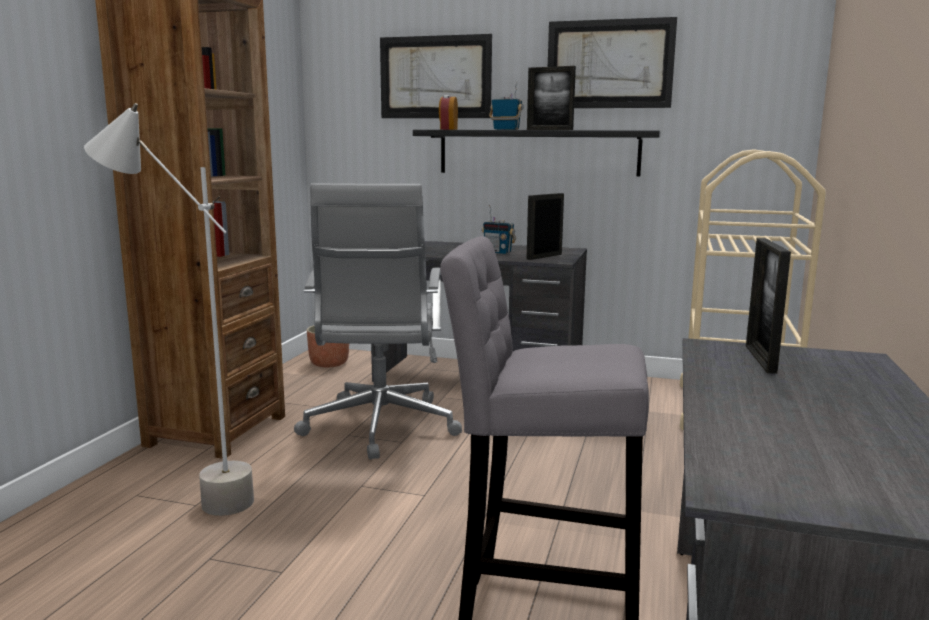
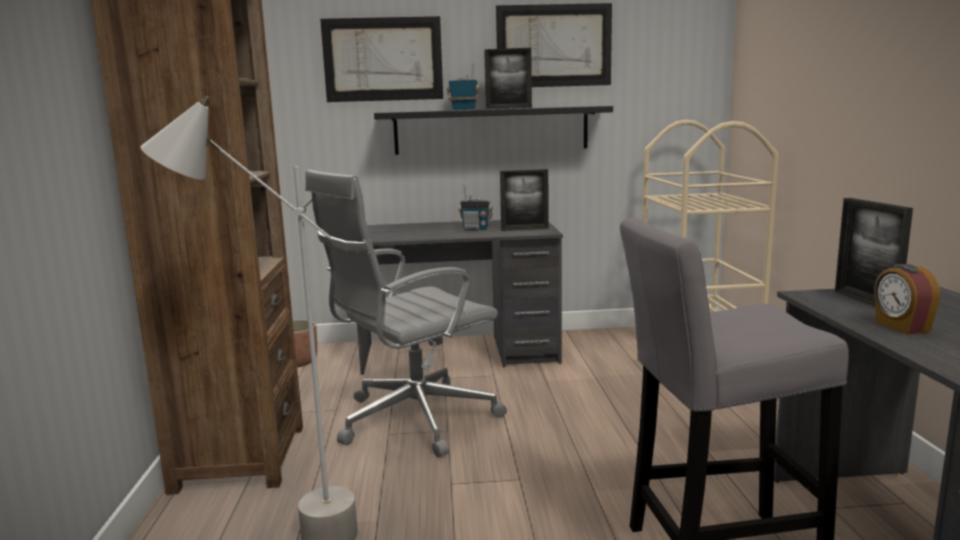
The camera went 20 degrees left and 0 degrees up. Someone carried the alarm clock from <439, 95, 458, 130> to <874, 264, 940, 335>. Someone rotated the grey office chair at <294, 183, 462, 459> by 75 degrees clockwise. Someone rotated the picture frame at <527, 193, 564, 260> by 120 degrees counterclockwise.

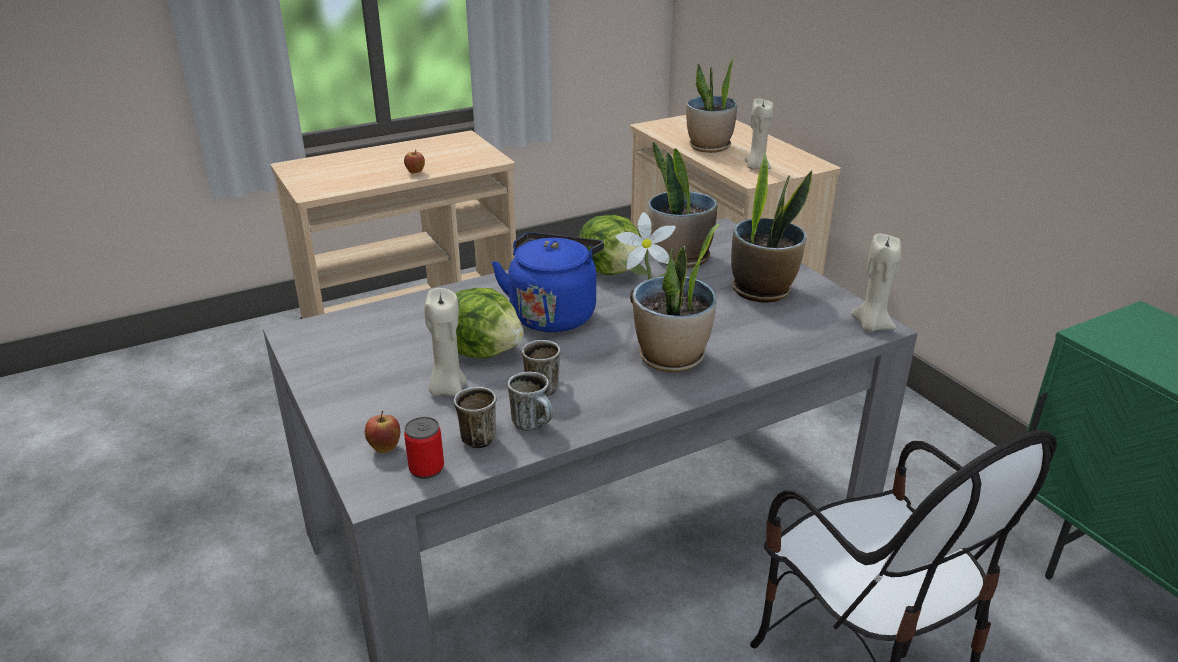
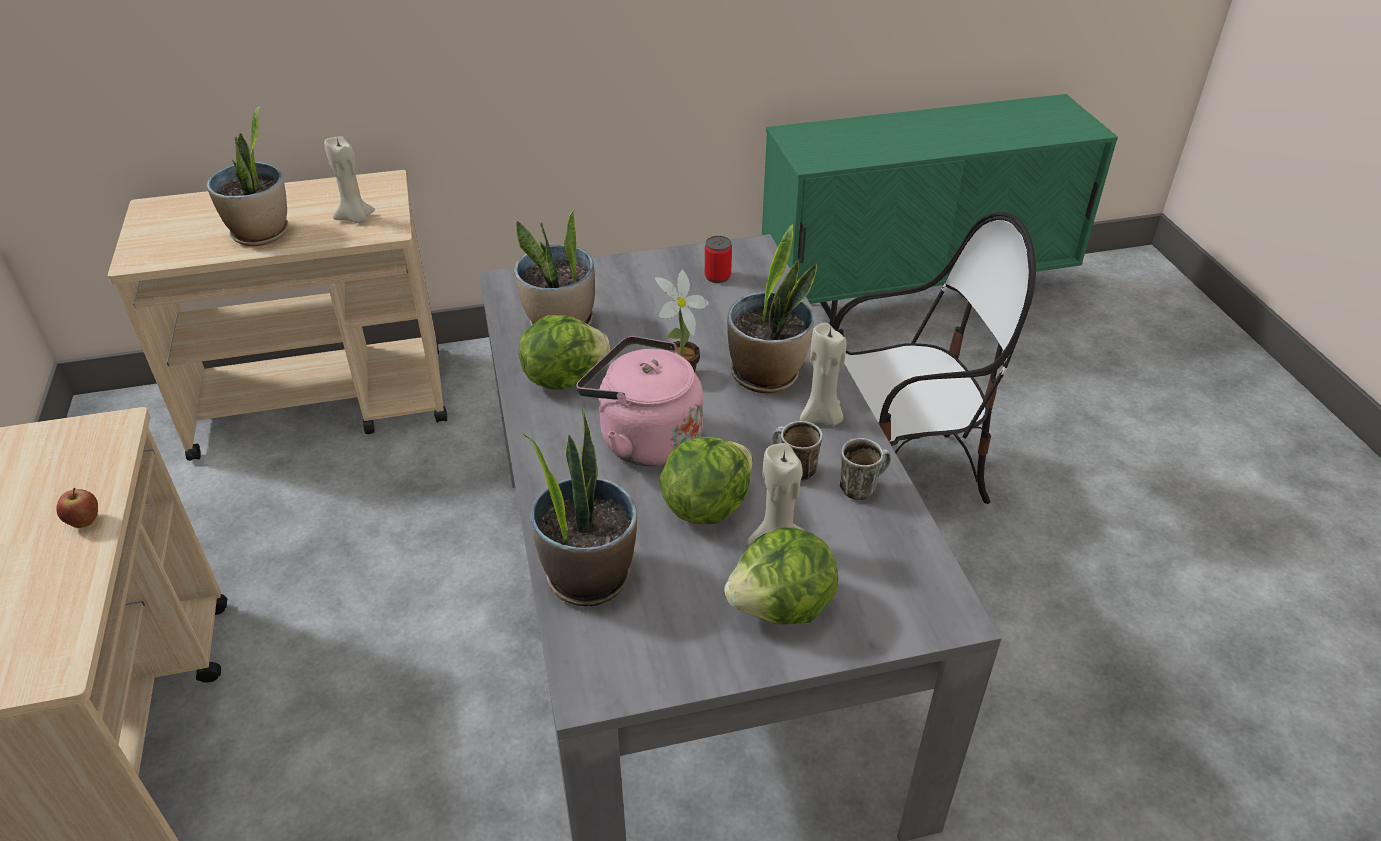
The camera went 75 degrees left and 10 degrees up. Someone took away the apple at <365, 411, 400, 453>. Someone took away the mug at <454, 387, 497, 449>. Someone put down the lettuce at <724, 527, 838, 625>. Someone carried the can from <404, 417, 444, 479> to <705, 236, 732, 283>. Someone carried the potted plant from <731, 152, 813, 303> to <524, 408, 637, 606>. Someone carried the beige candle from <851, 234, 901, 332> to <800, 323, 846, 426>. Someone repainted the blue kettle at <492, 232, 604, 332>, which became the pink kettle at <576, 336, 703, 466>.

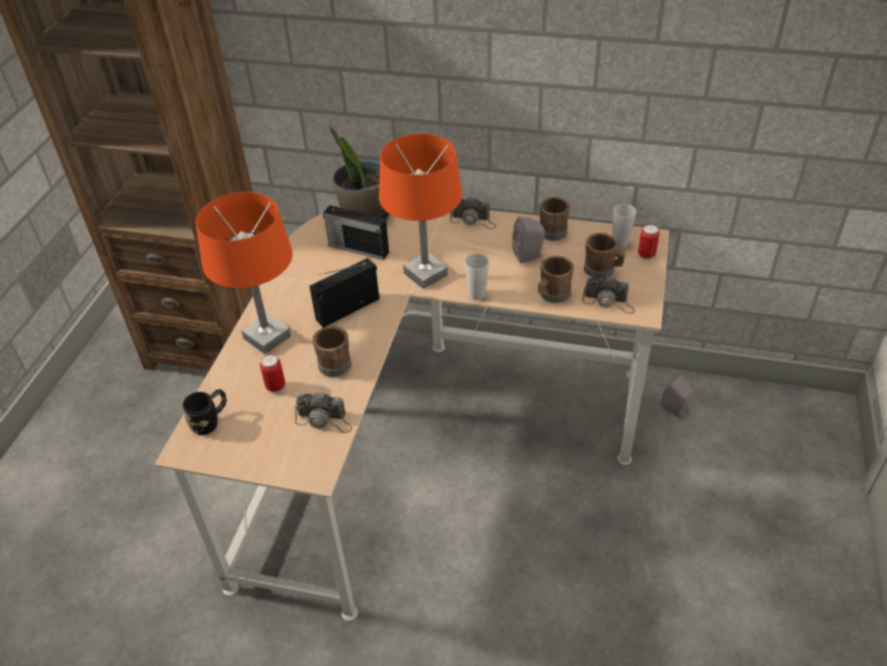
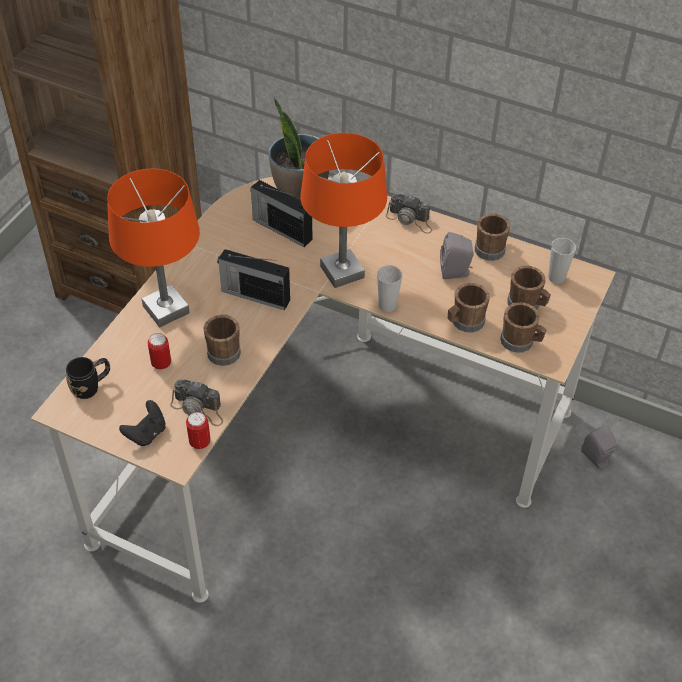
The camera went 10 degrees right and 5 degrees up. Someone put down the black game controller at <119, 400, 166, 446>. Someone carried the can from <638, 225, 660, 260> to <186, 412, 210, 450>. Someone swapped the photo camera at <582, 276, 635, 314> for the brown mug at <500, 302, 547, 353>. Someone rotated the radio at <309, 258, 379, 328> by 135 degrees counterclockwise.

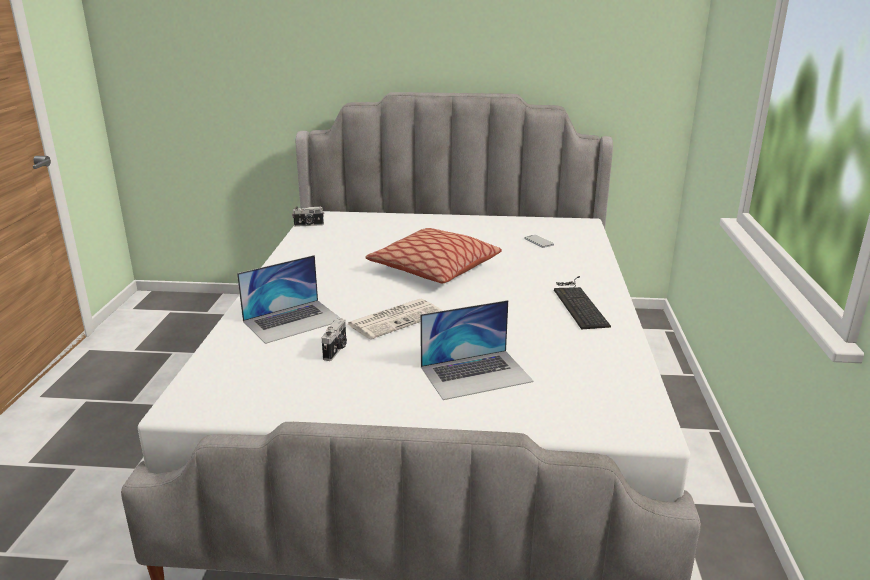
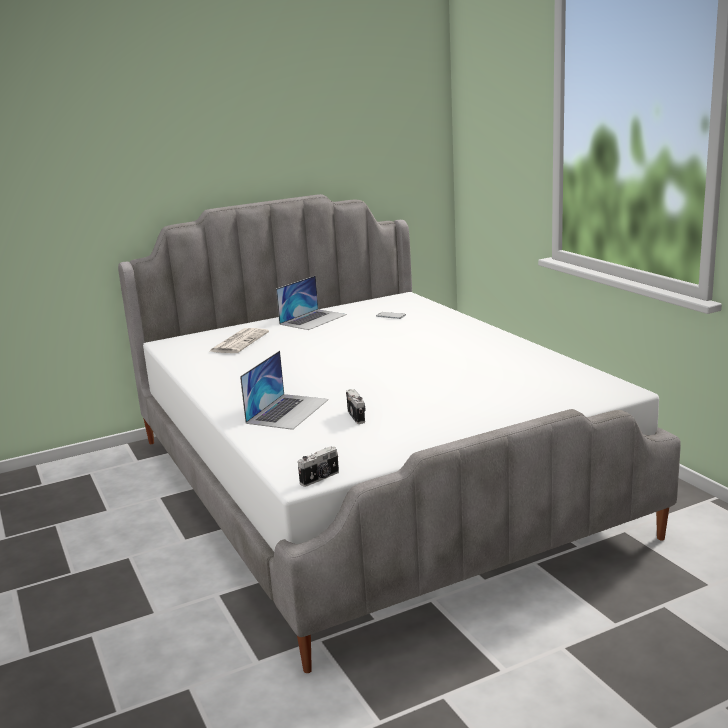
The camera went 30 degrees left and 5 degrees down. Someone took away the pillow at <365, 228, 502, 284>. Someone took away the keyboard at <554, 276, 611, 329>. Someone carried the photo camera from <292, 207, 324, 227> to <298, 446, 339, 487>. Someone carried the newspaper from <348, 299, 442, 339> to <209, 328, 269, 353>. Someone carried the laptop from <420, 300, 534, 400> to <276, 275, 347, 330>.

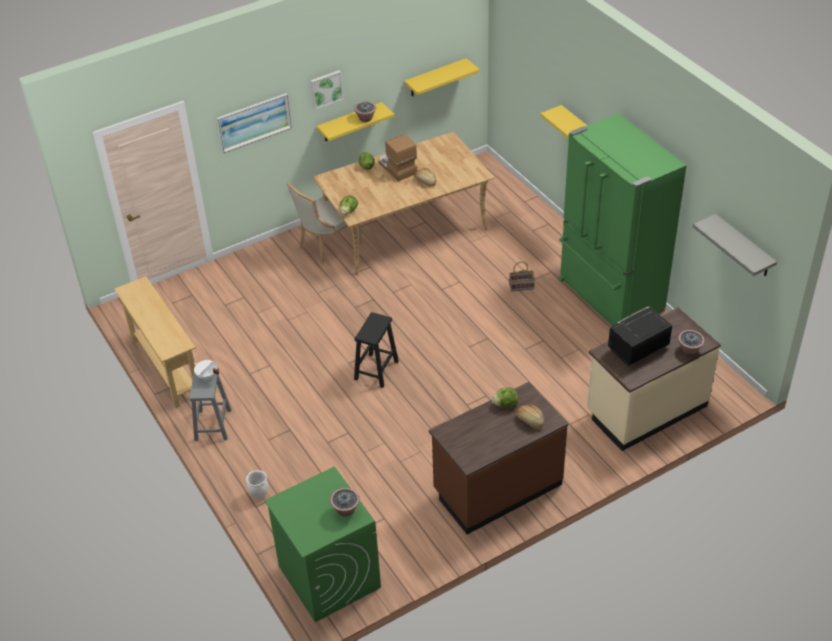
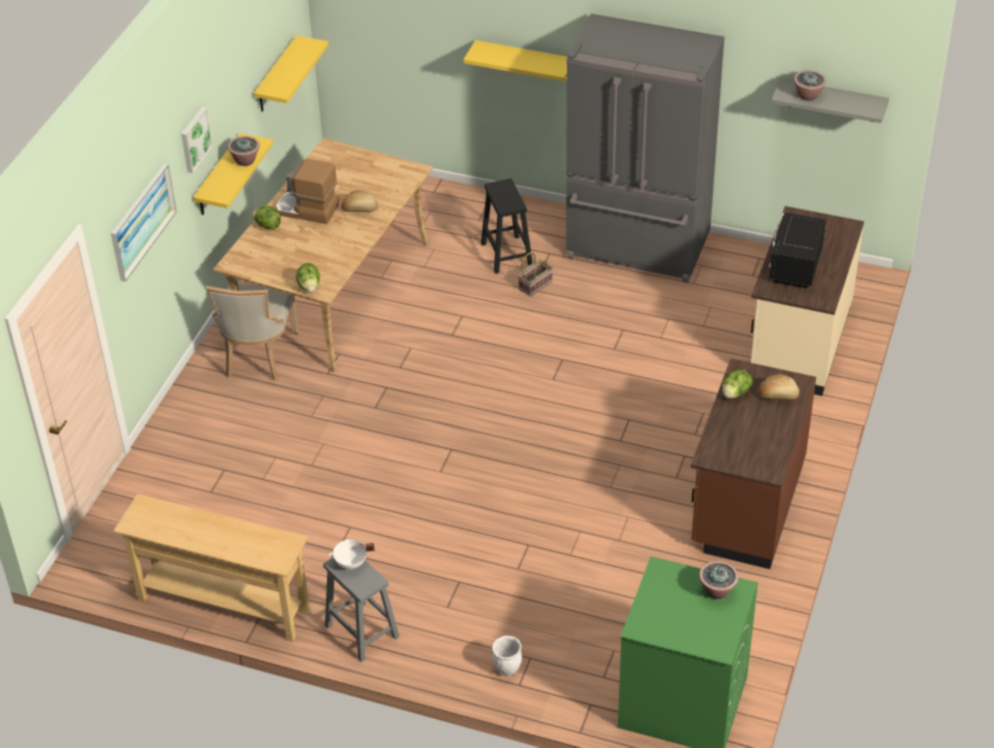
The camera went 40 degrees left and 0 degrees up. Someone carried the black stool from <354, 312, 399, 388> to <481, 179, 533, 274>. Someone carried the potted plant from <678, 330, 705, 355> to <793, 70, 826, 101>. Someone repainted the green fridge at <558, 113, 687, 326>, which became the grey fridge at <566, 14, 724, 283>.

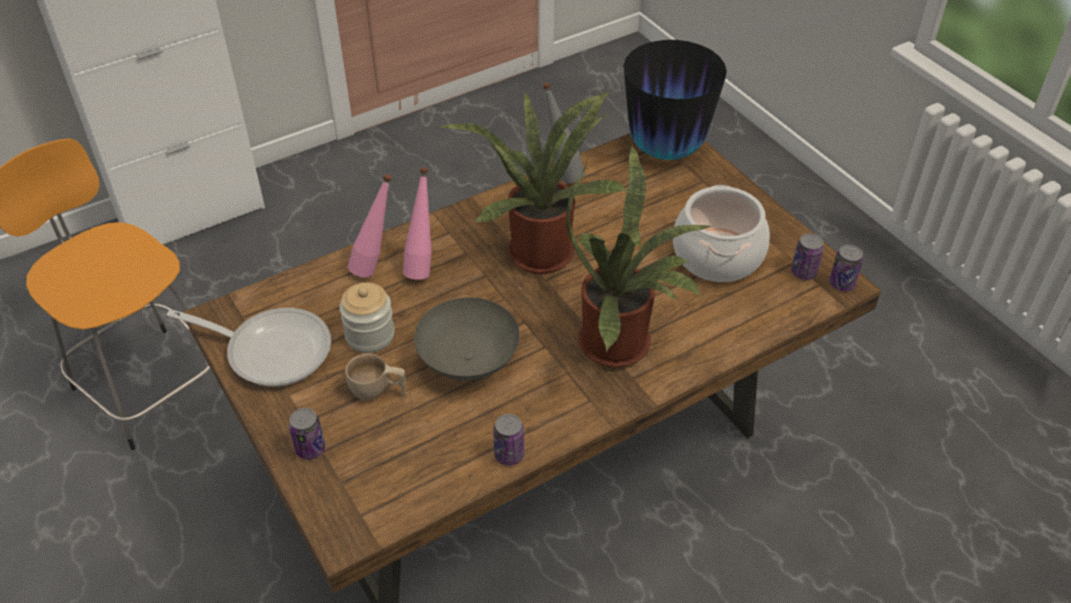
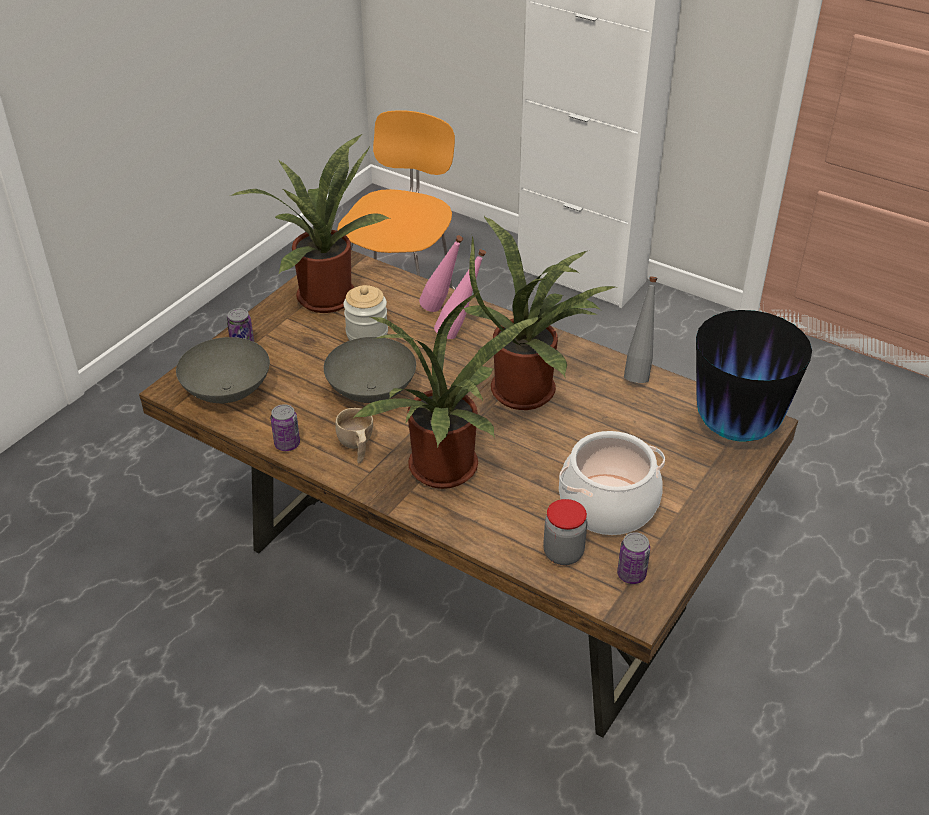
The camera went 65 degrees right and 5 degrees down. Someone took away the can at <829, 245, 863, 291>. Someone put down the grey bowl at <176, 337, 270, 403>. Someone put down the jar at <543, 499, 587, 565>. Someone carried the beige cup from <345, 354, 406, 401> to <335, 408, 373, 463>. Someone swapped the frying pan at <167, 308, 331, 387> for the potted plant at <230, 134, 390, 313>.

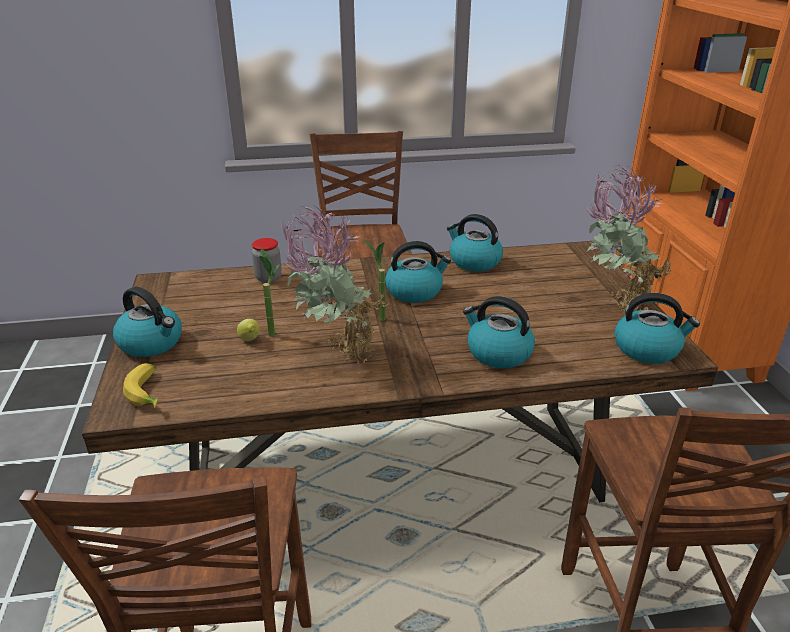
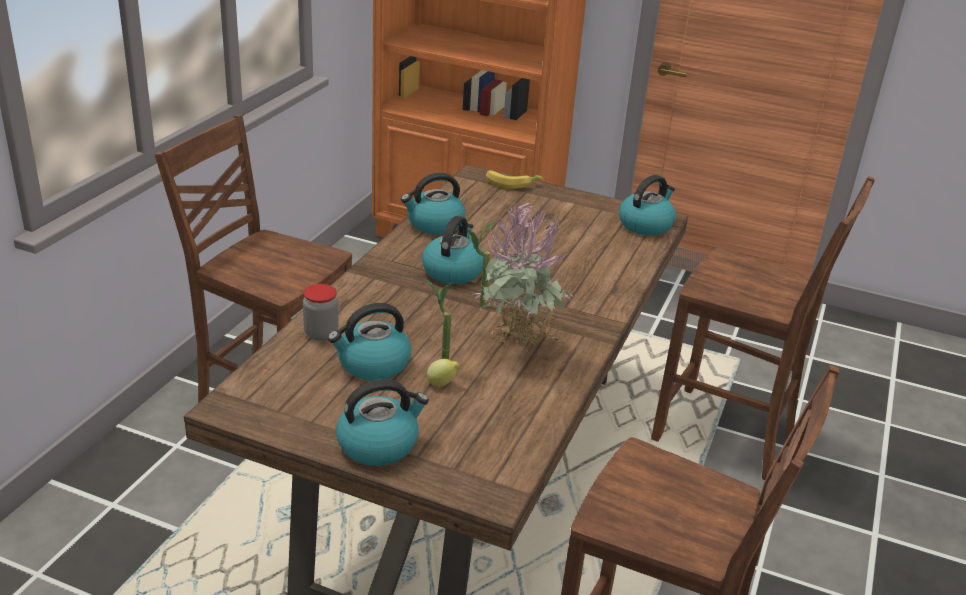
The camera went 60 degrees left and 0 degrees up. Someone took away the potted plant at <586, 165, 672, 316>. Someone carried the banana from <123, 363, 158, 408> to <486, 170, 543, 189>. Someone carried the kettle from <463, 296, 535, 368> to <328, 303, 411, 381>.

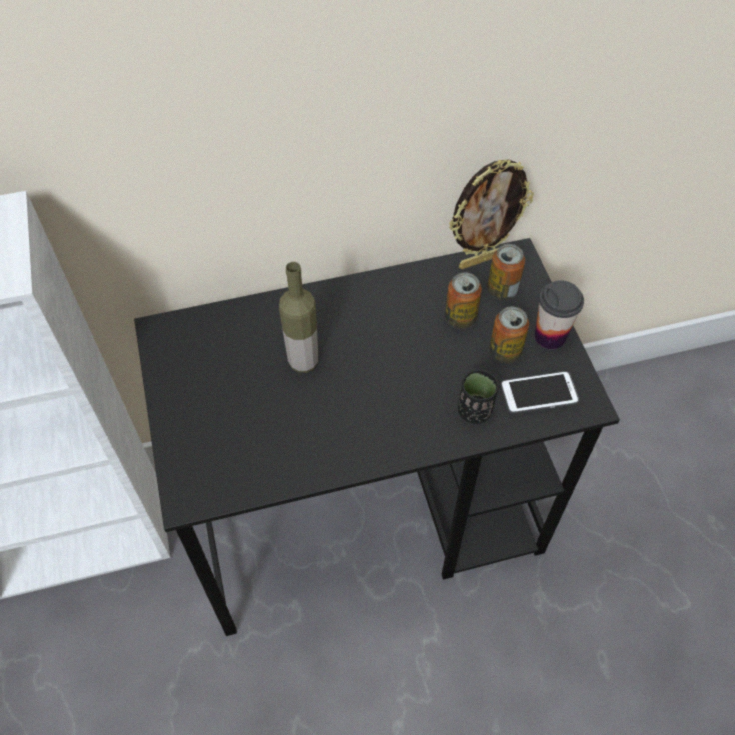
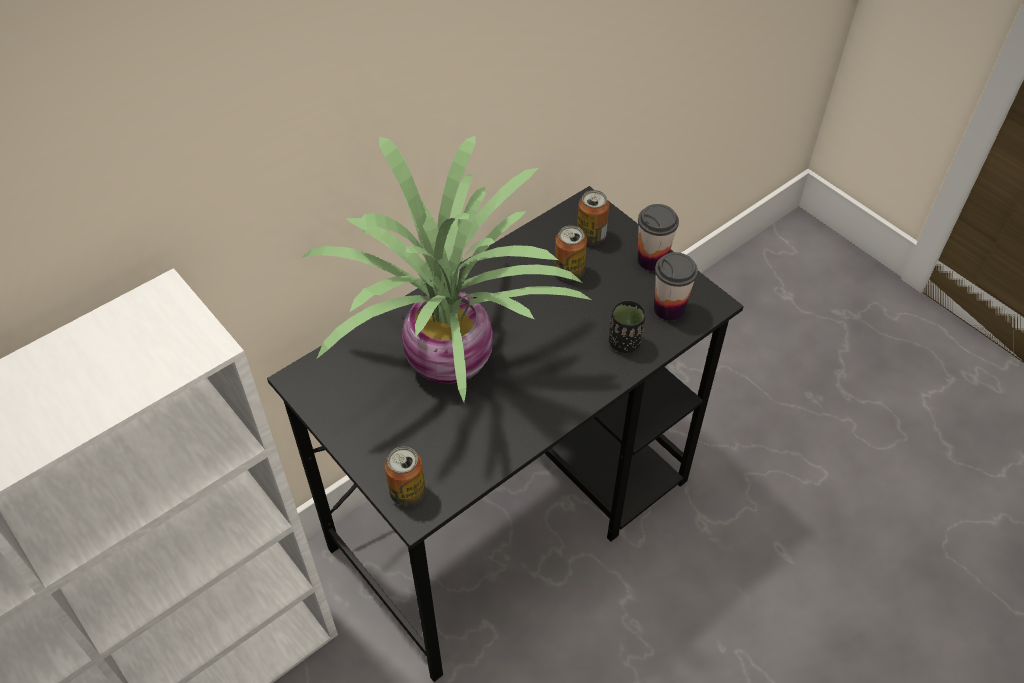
The camera went 25 degrees left and 5 degrees down. Someone took away the picture frame at <449, 159, 534, 269>. Someone carried the can from <489, 306, 529, 363> to <385, 446, 426, 506>. Someone swapped the bottle at <279, 262, 318, 373> for the potted plant at <301, 136, 591, 402>. Someone swapped the phone at <500, 371, 579, 414> for the cup at <654, 252, 698, 321>.

